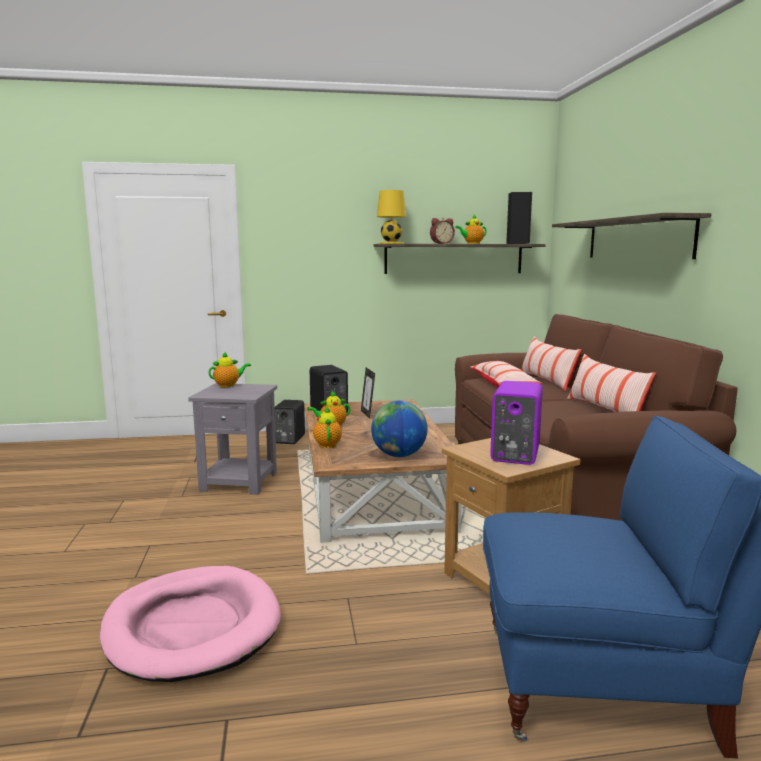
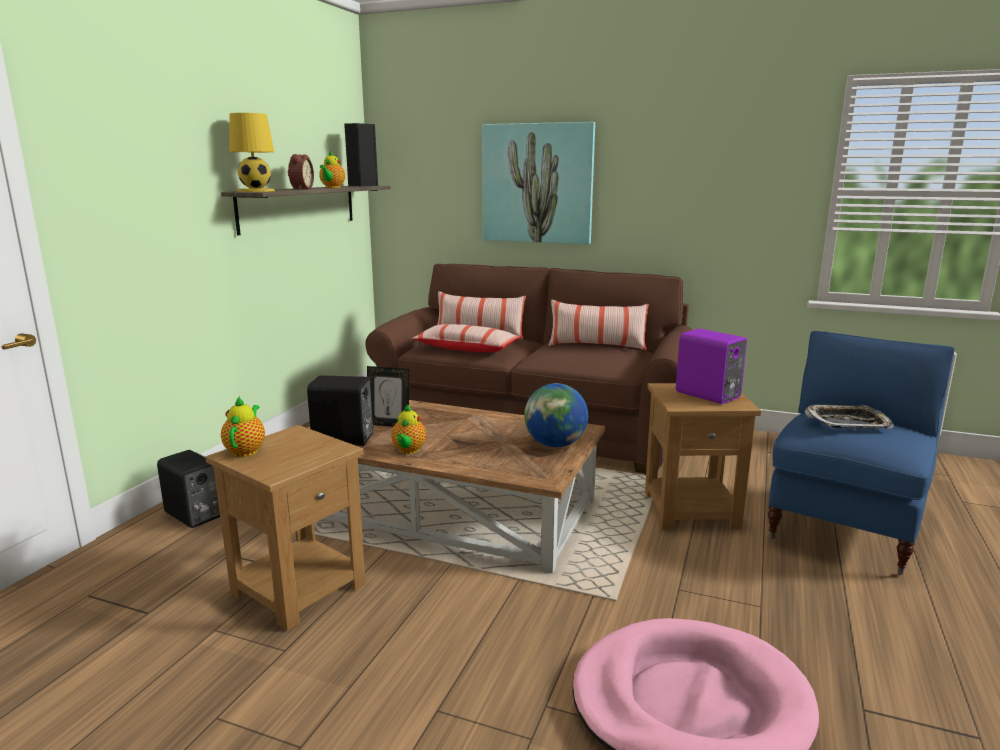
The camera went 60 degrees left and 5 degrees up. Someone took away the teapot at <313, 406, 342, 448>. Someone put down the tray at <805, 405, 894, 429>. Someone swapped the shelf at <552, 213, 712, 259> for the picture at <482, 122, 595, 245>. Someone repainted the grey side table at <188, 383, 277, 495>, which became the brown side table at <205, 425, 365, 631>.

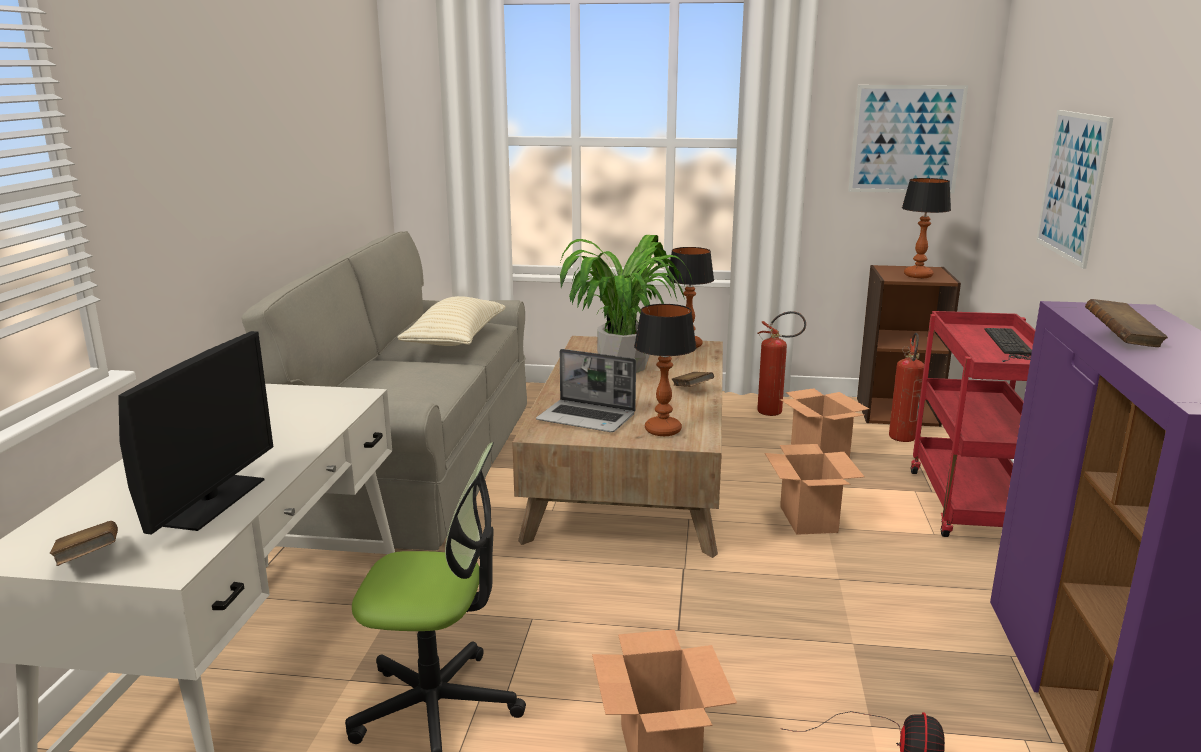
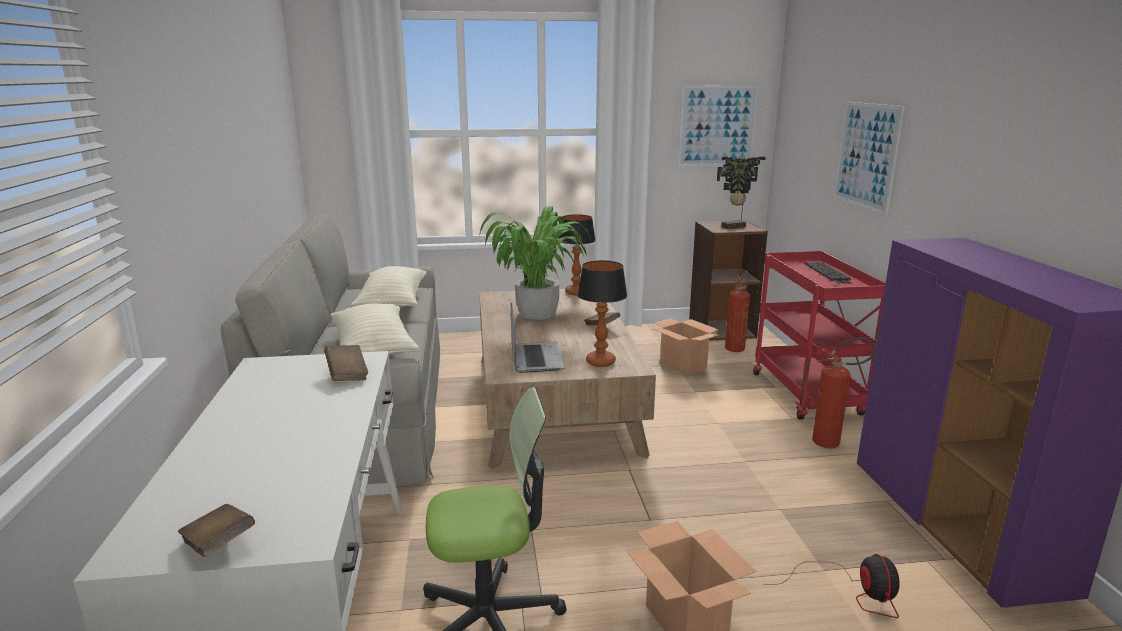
The camera went 15 degrees left and 0 degrees up. Someone took away the monitor at <118, 331, 273, 535>. Someone took away the cardboard box at <765, 444, 865, 535>. Someone put down the beige pillow at <330, 304, 420, 356>. Someone carried the fire extinguisher from <757, 311, 806, 416> to <813, 338, 875, 448>. Someone carried the brown book from <1085, 299, 1168, 347> to <324, 345, 368, 381>. Someone swapped the table lamp at <902, 178, 951, 278> for the potted plant at <717, 157, 766, 229>. Someone rotated the laptop at <536, 349, 636, 432> by 105 degrees counterclockwise.

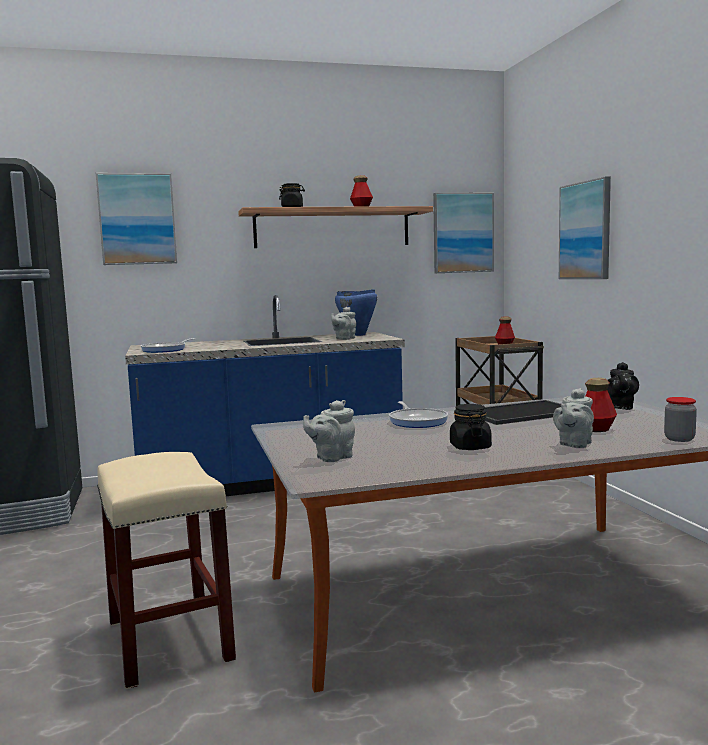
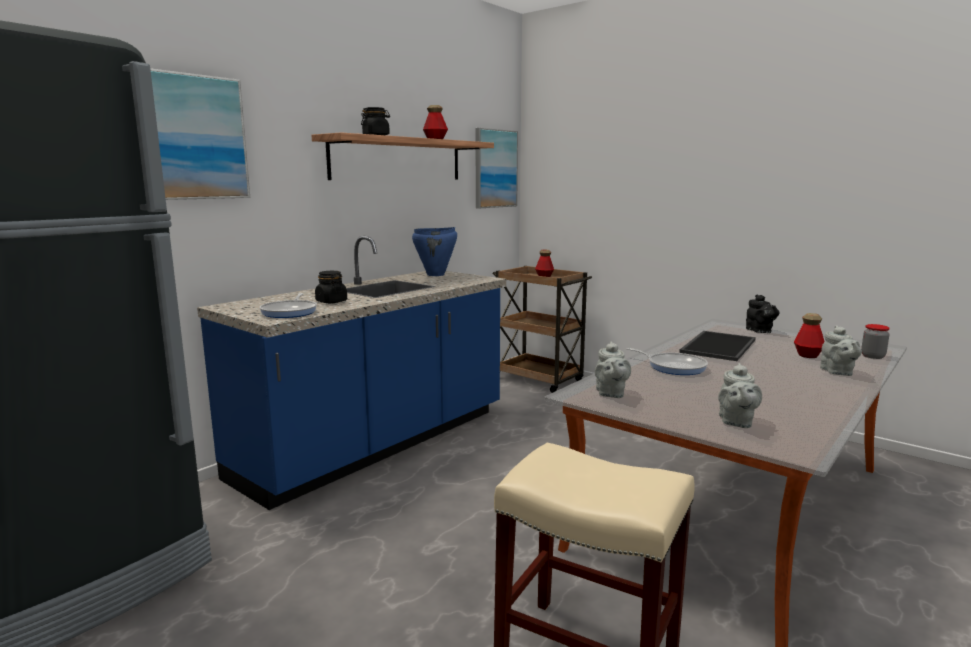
The camera went 35 degrees left and 5 degrees up. Someone took away the picture at <559, 177, 611, 279>. Someone carried the grey teapot from <331, 307, 356, 340> to <595, 342, 631, 398>. Someone carried the black jar from <450, 404, 492, 450> to <315, 271, 347, 303>.

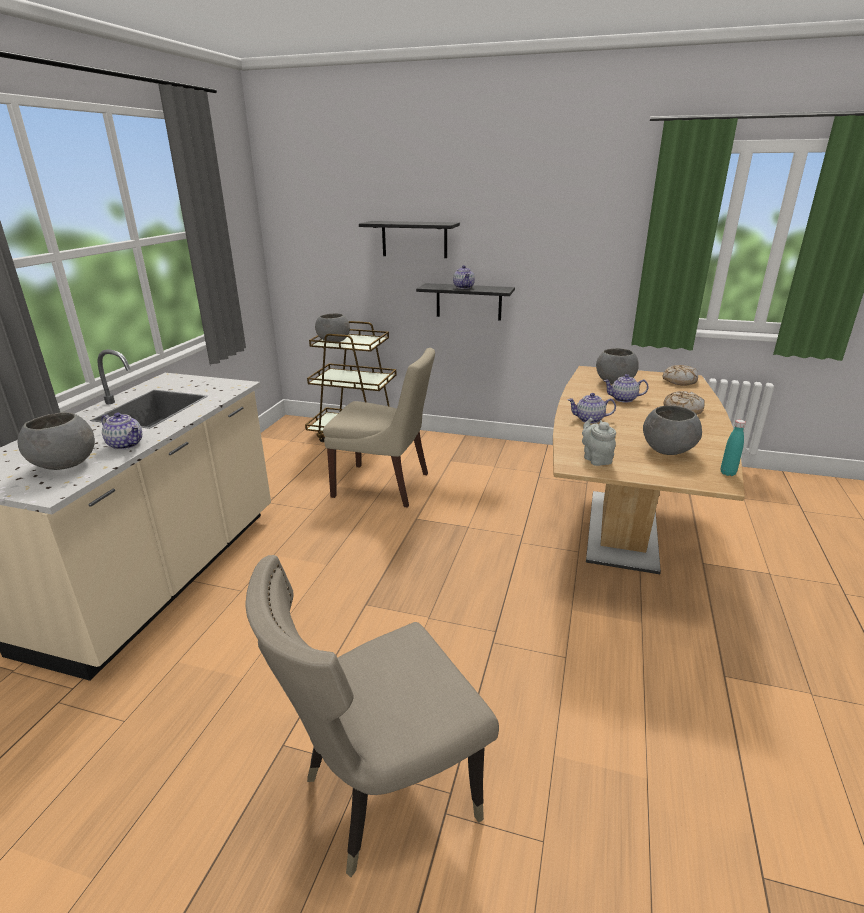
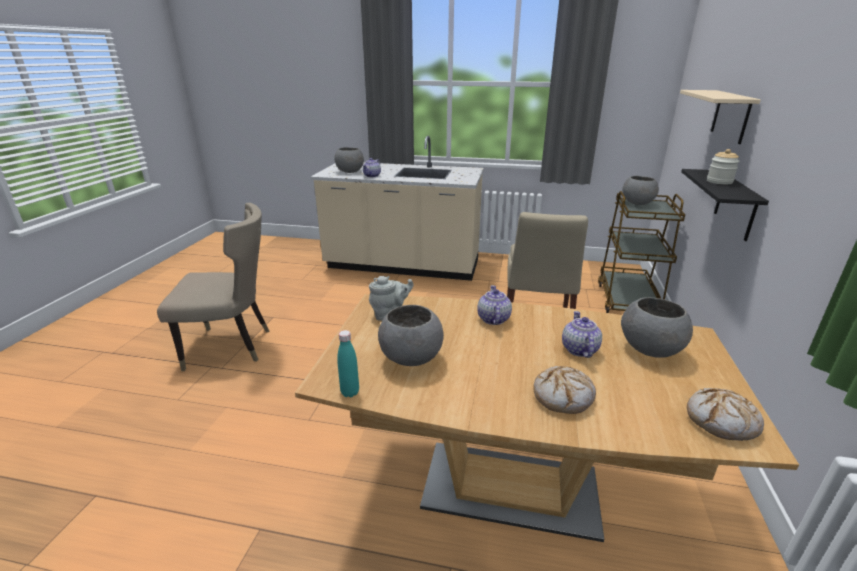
The camera went 85 degrees right and 0 degrees up. Someone swapped the teapot at <453, 265, 475, 289> for the jar at <707, 149, 740, 184>. Someone repainted the black shelf at <359, 221, 460, 258>, which became the beige shelf at <680, 90, 761, 144>. Someone rotated the beige chair at <245, 555, 499, 877> by 120 degrees clockwise.

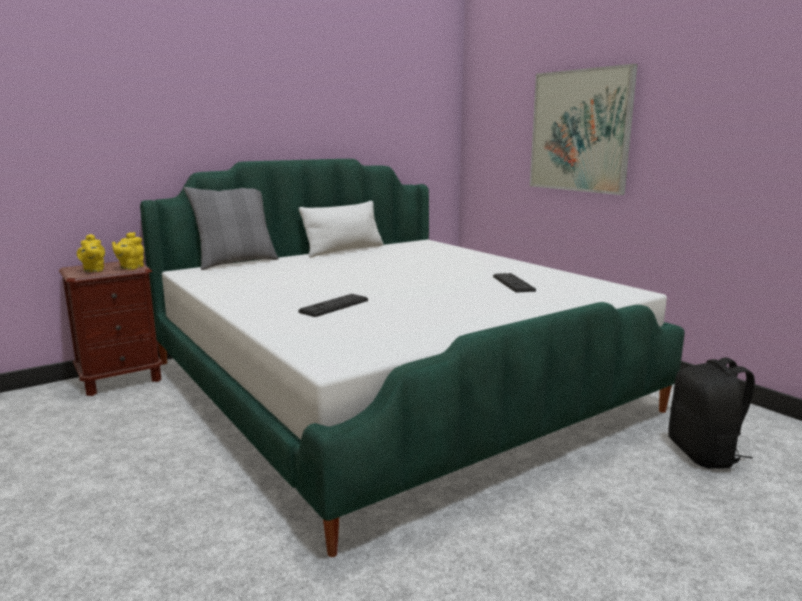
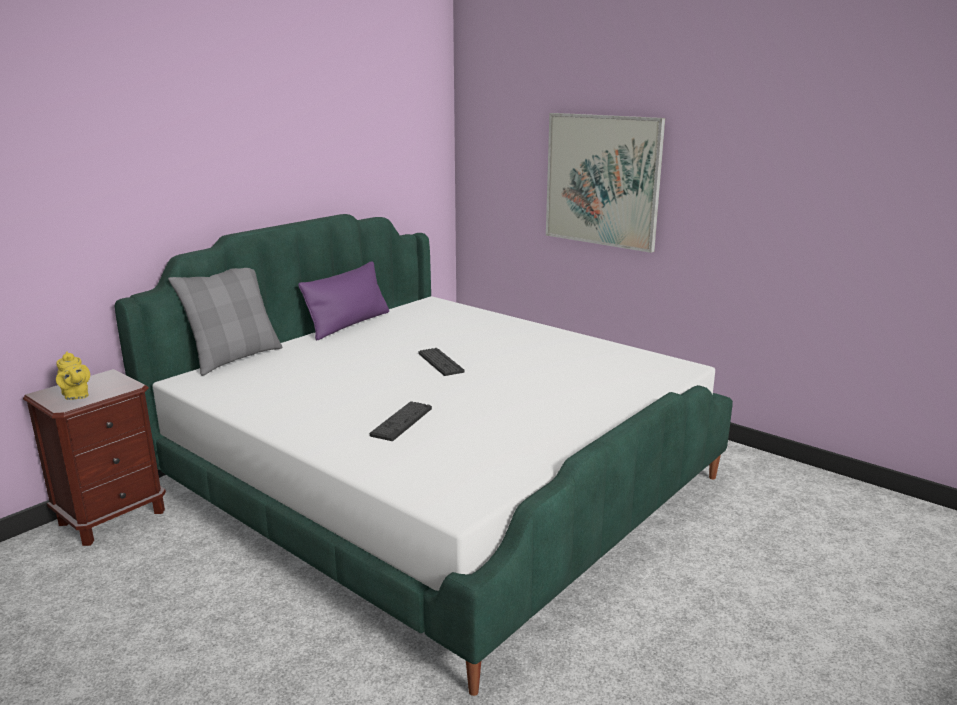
The camera went 15 degrees left and 5 degrees up. Someone took away the yellow teapot at <112, 232, 144, 270>. Someone took away the black backpack at <668, 357, 755, 468>. Someone carried the keyboard from <493, 273, 536, 293> to <419, 348, 464, 376>. Someone repainted the white pillow at <299, 201, 383, 257>, which became the purple pillow at <298, 261, 389, 341>.

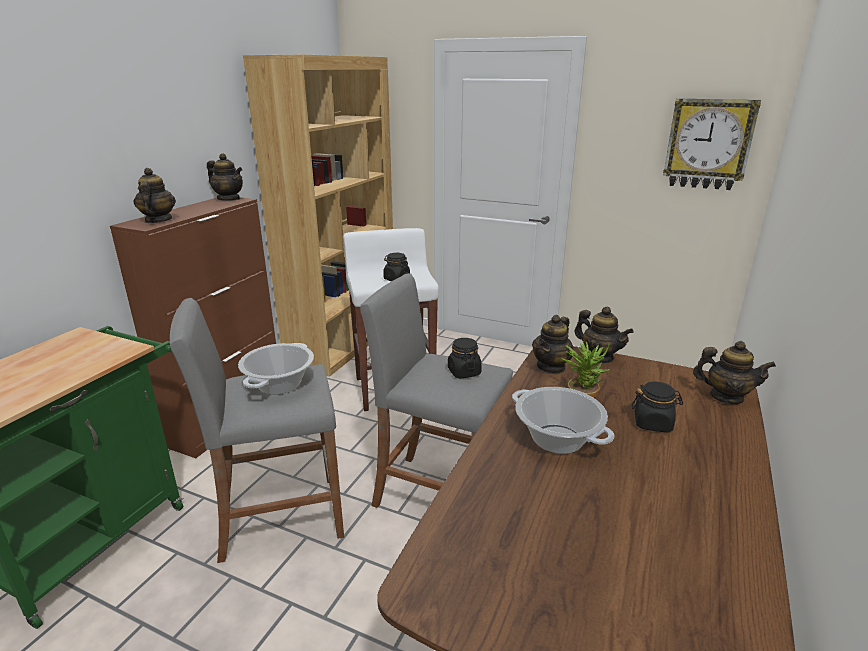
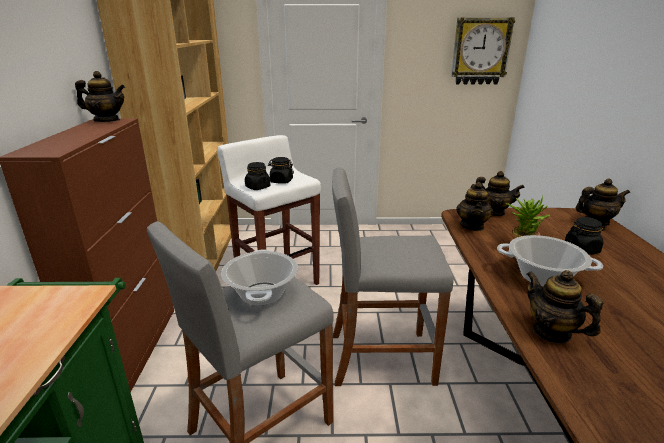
The camera went 25 degrees left and 0 degrees up. Someone carried the teapot from <134, 168, 176, 223> to <527, 270, 603, 344>. Someone carried the black jar from <448, 338, 482, 378> to <245, 162, 270, 190>.

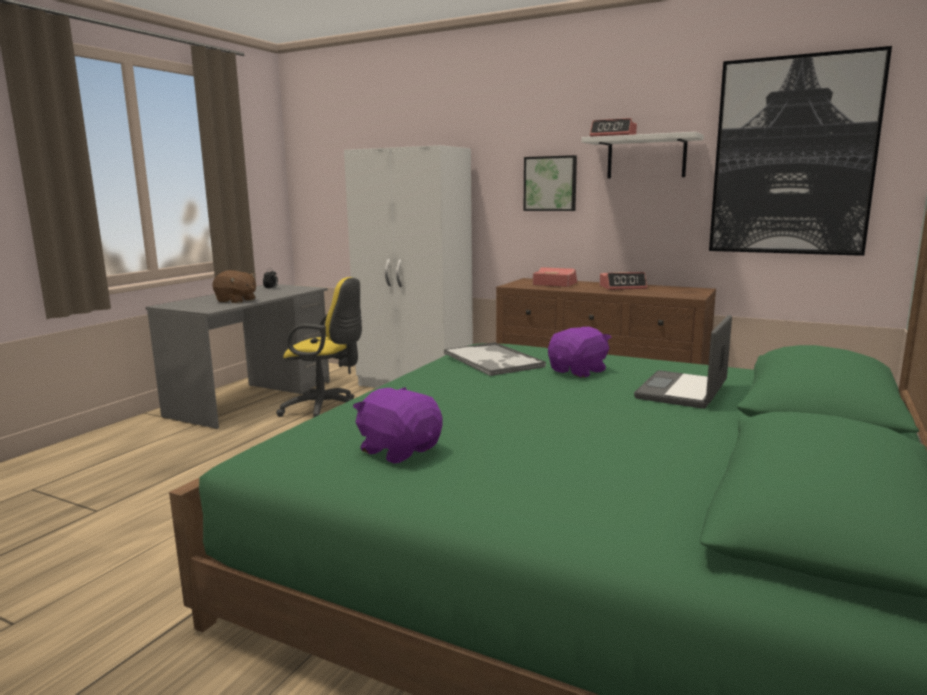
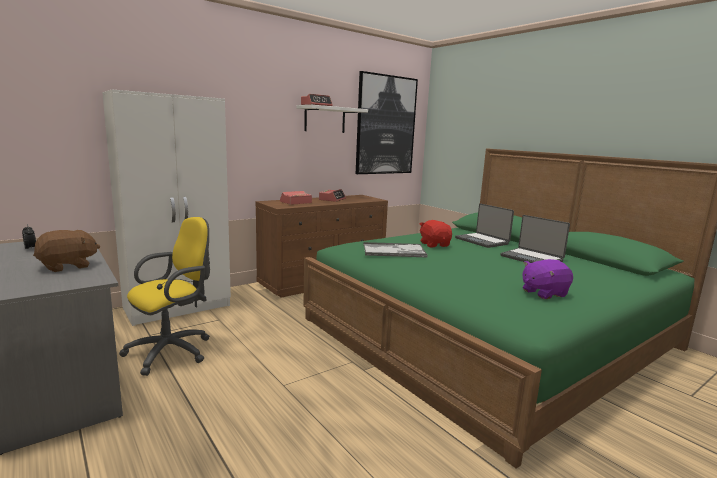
The camera went 65 degrees left and 0 degrees up. Someone took away the picture at <524, 155, 577, 211>. Someone put down the laptop at <500, 215, 570, 263>. Someone repainted the purple plush toy at <548, 327, 611, 378>, which became the red plush toy at <419, 220, 452, 247>.

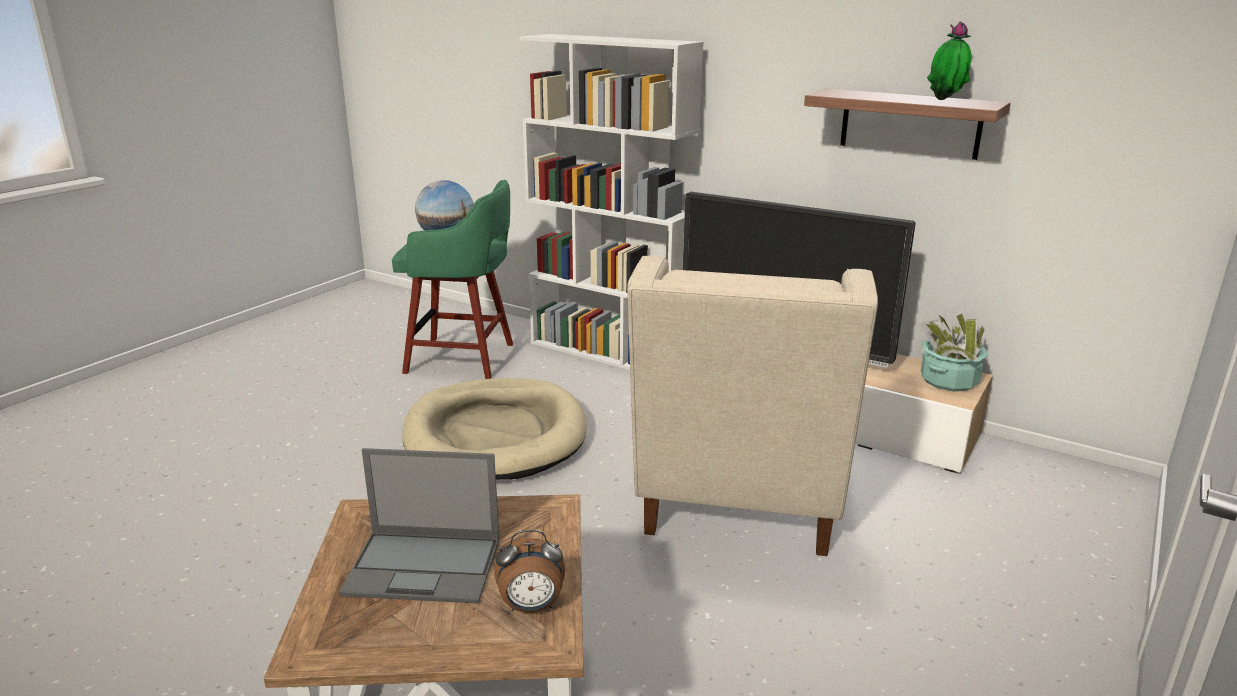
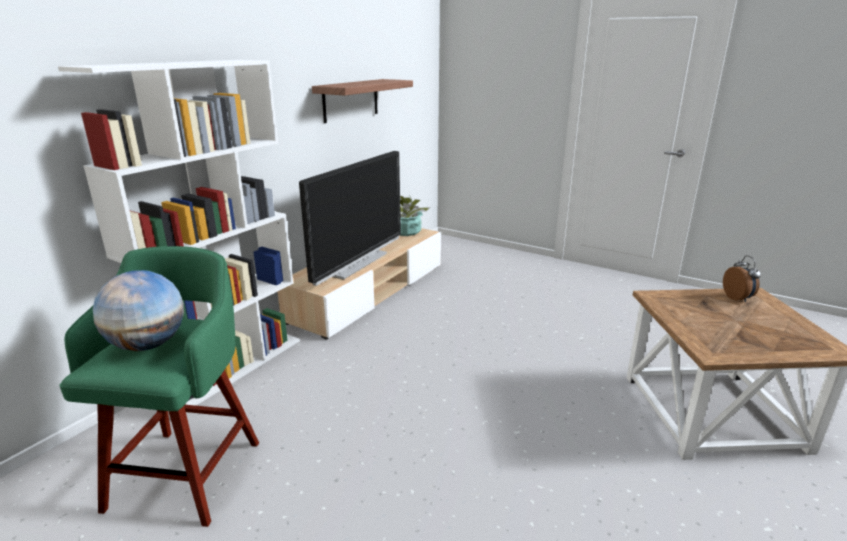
The camera went 90 degrees left and 0 degrees up. Someone took away the laptop at <339, 448, 500, 603>. Someone took away the beige dog bed at <402, 378, 587, 479>. Someone took away the beige armchair at <627, 255, 878, 556>. Someone took away the potted plant at <927, 21, 971, 100>.

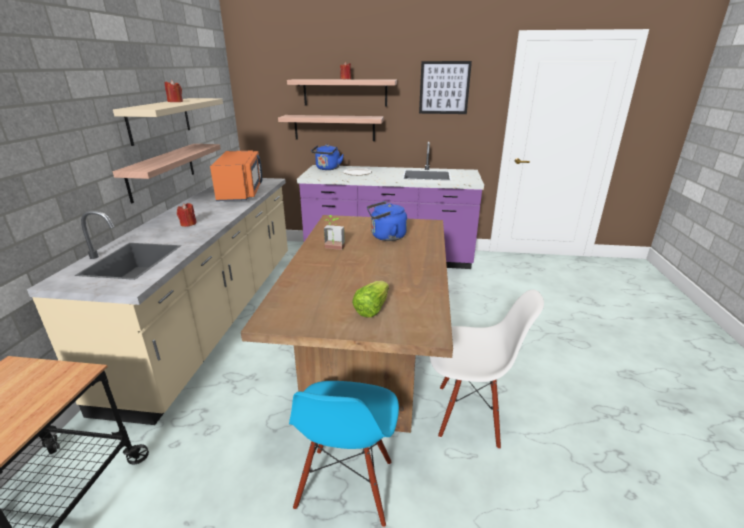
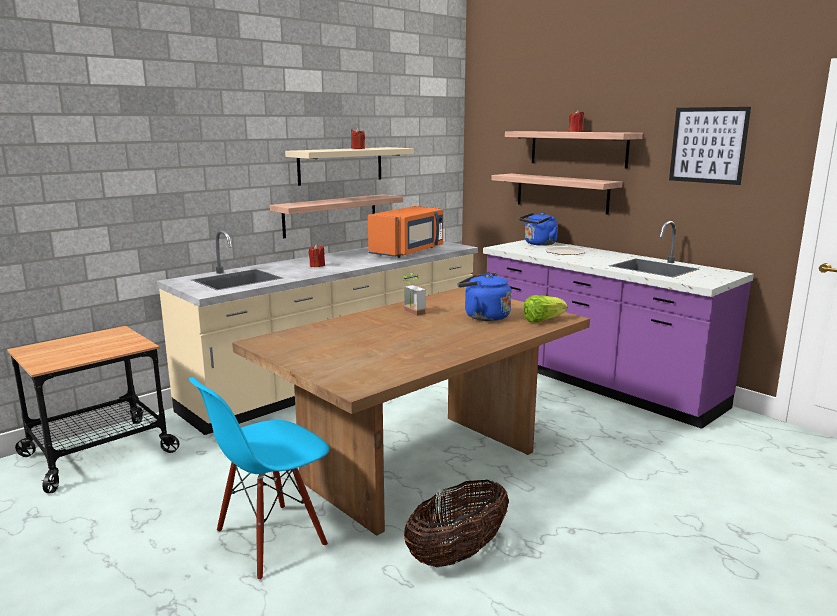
The camera went 40 degrees right and 10 degrees down. Someone carried the lettuce from <352, 281, 389, 317> to <523, 295, 568, 323>. Someone swapped the white chair at <430, 289, 544, 449> for the basket at <404, 480, 509, 567>.

